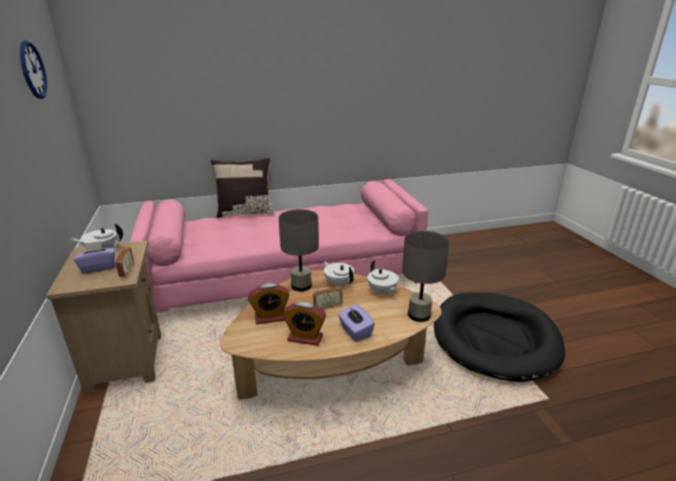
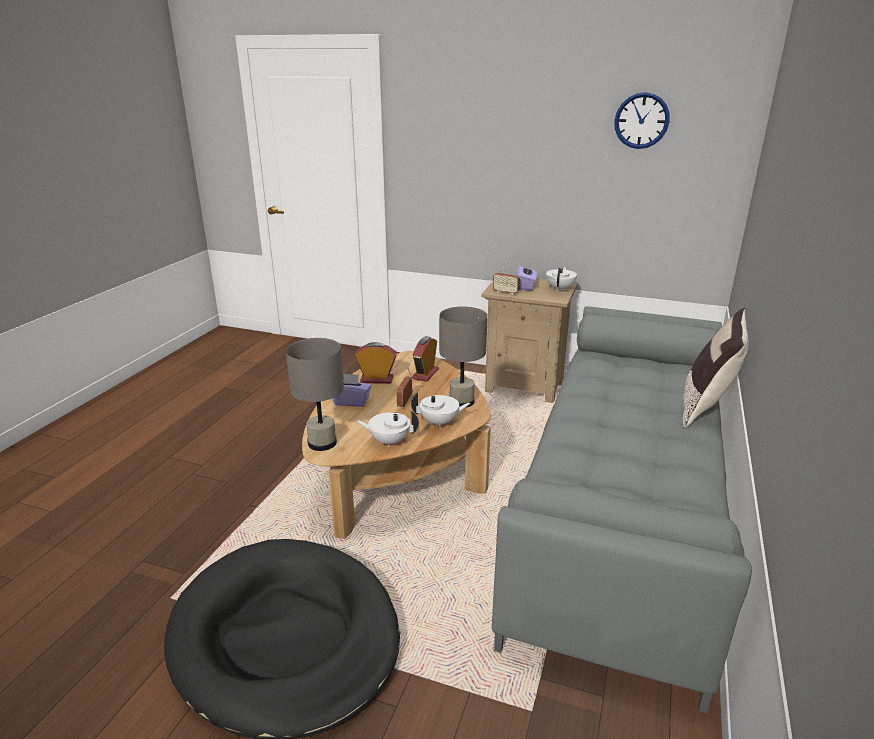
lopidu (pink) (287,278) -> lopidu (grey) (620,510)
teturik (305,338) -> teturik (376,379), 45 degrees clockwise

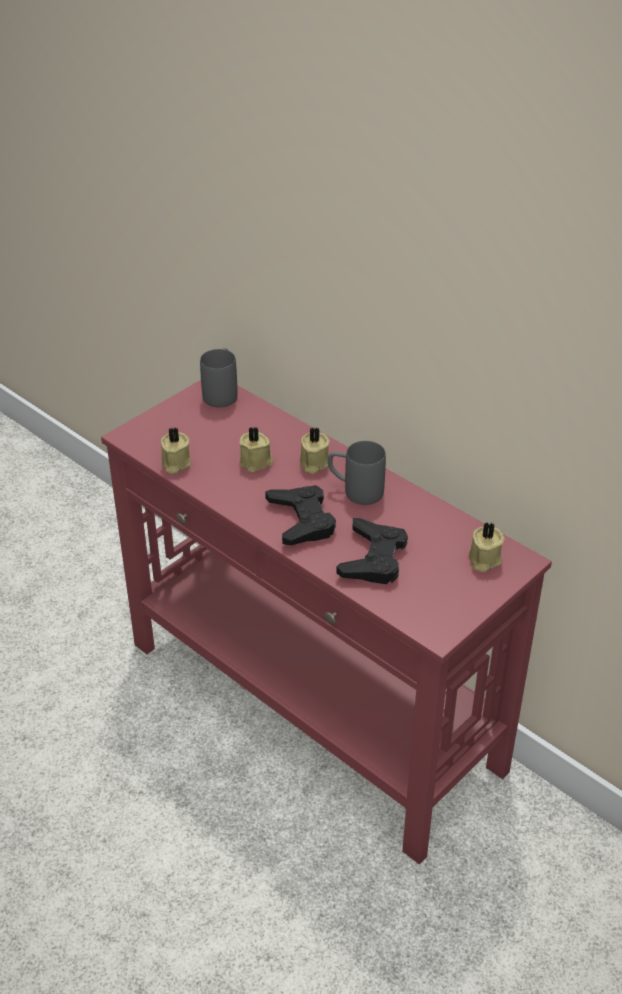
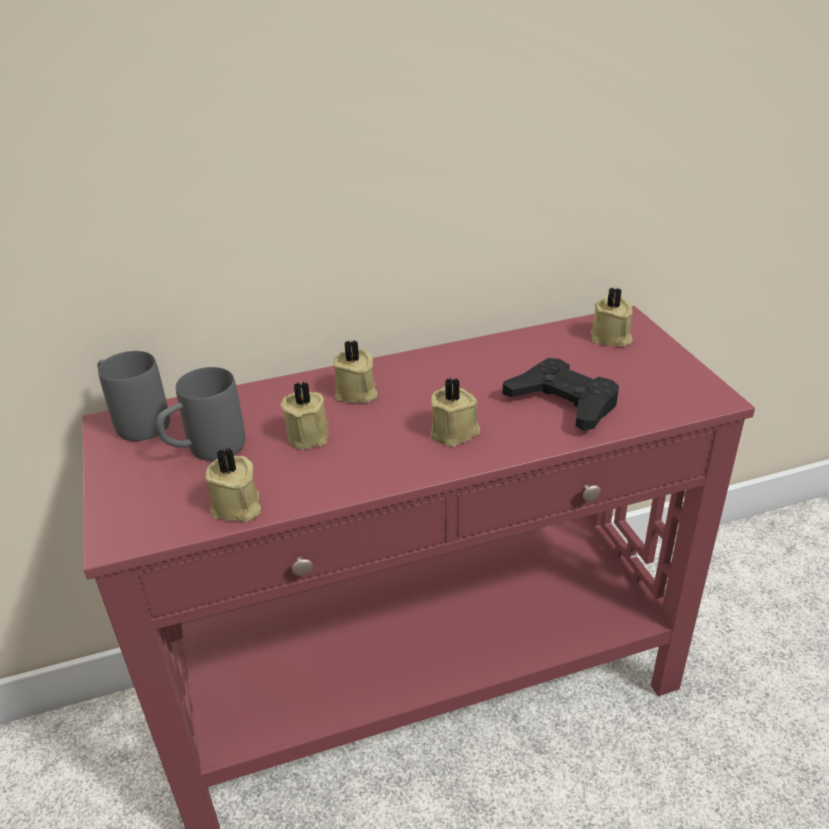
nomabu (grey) (355,491) -> nomabu (grey) (205,450), move
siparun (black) (301,520) -> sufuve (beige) (455,432)

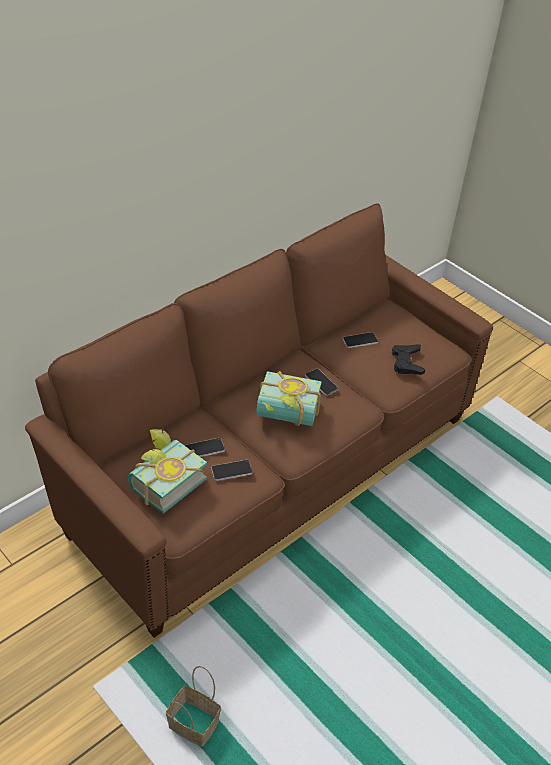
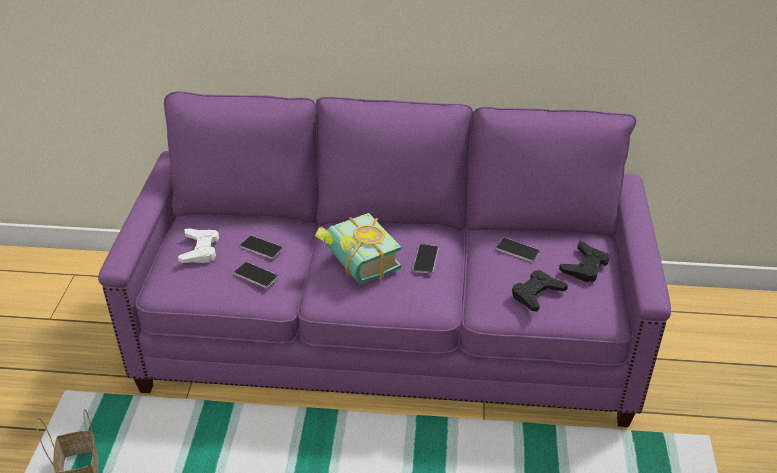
none -> siparun (black) (584,266)
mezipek (163,481) -> siparun (white) (200,249)
lopidu (brown) (269,466) -> lopidu (purple) (390,339)

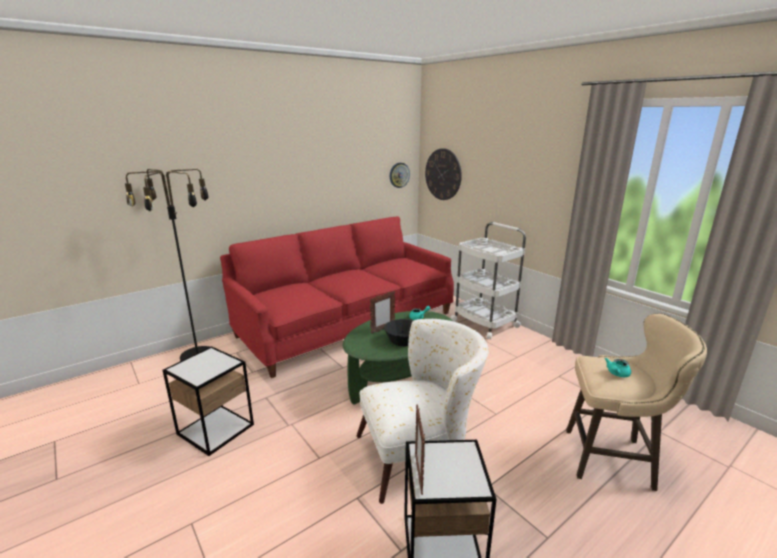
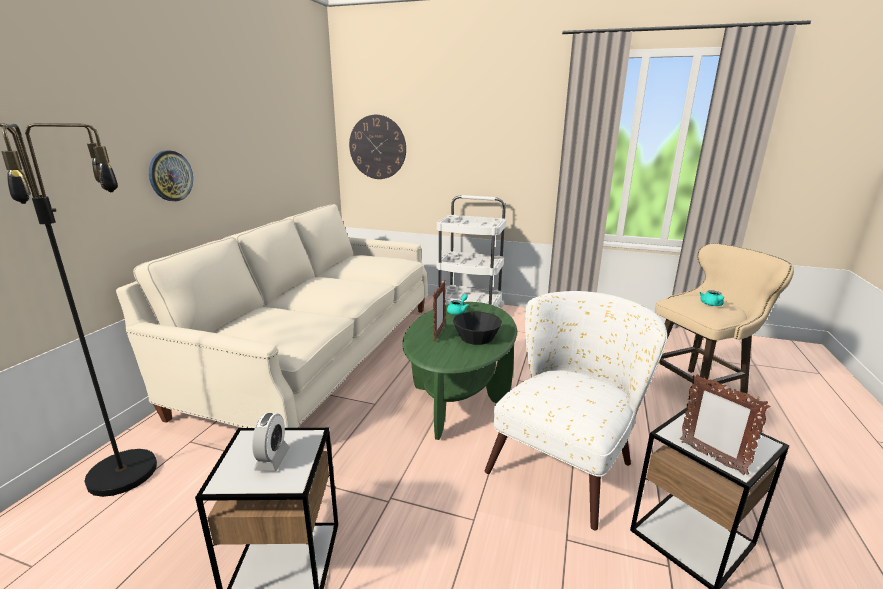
none -> teturik (272,459)
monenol (399,175) -> monenol (170,176), move
lopidu (red) (346,323) -> lopidu (beige) (318,353)

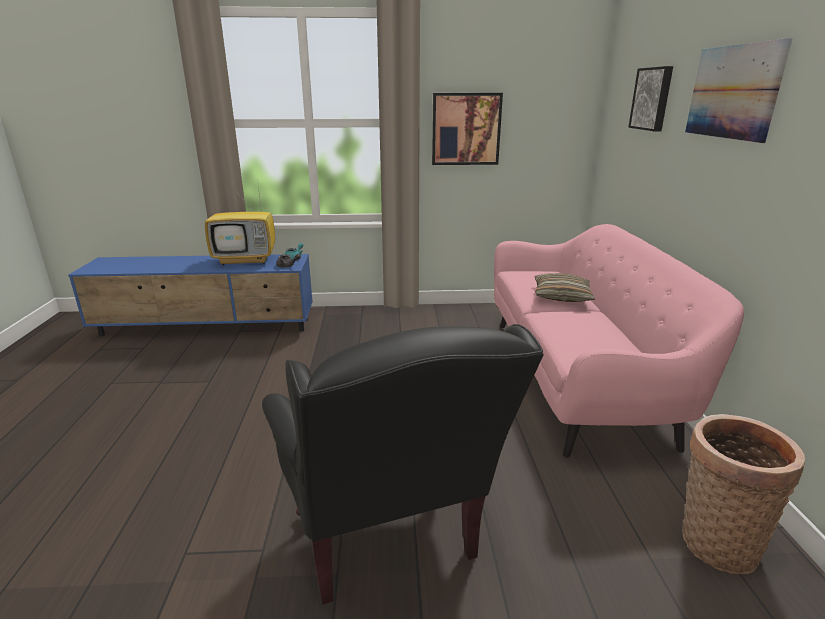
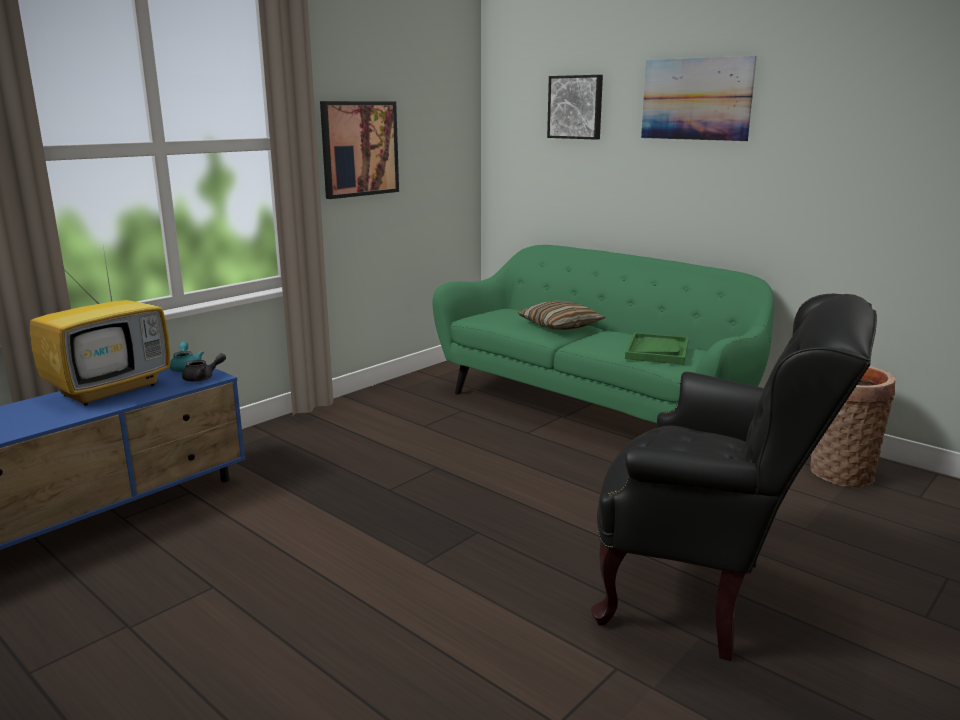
none -> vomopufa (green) (657,351)
lopidu (pink) (576,376) -> lopidu (green) (592,410)

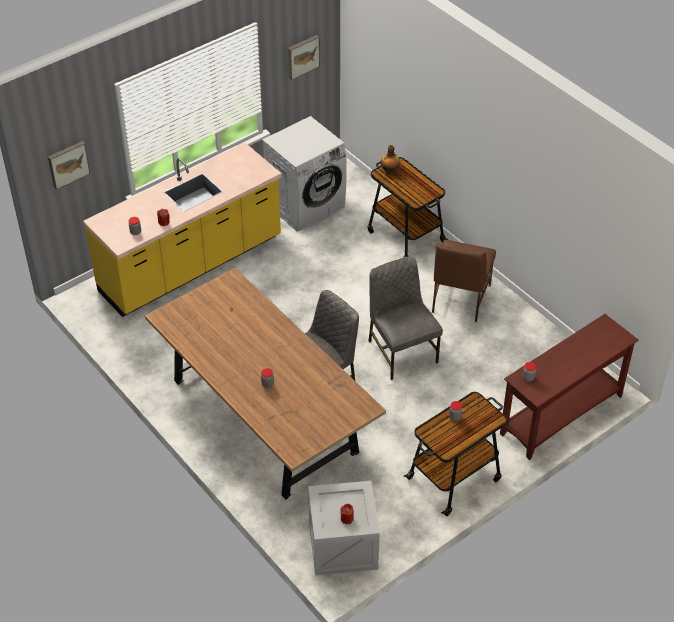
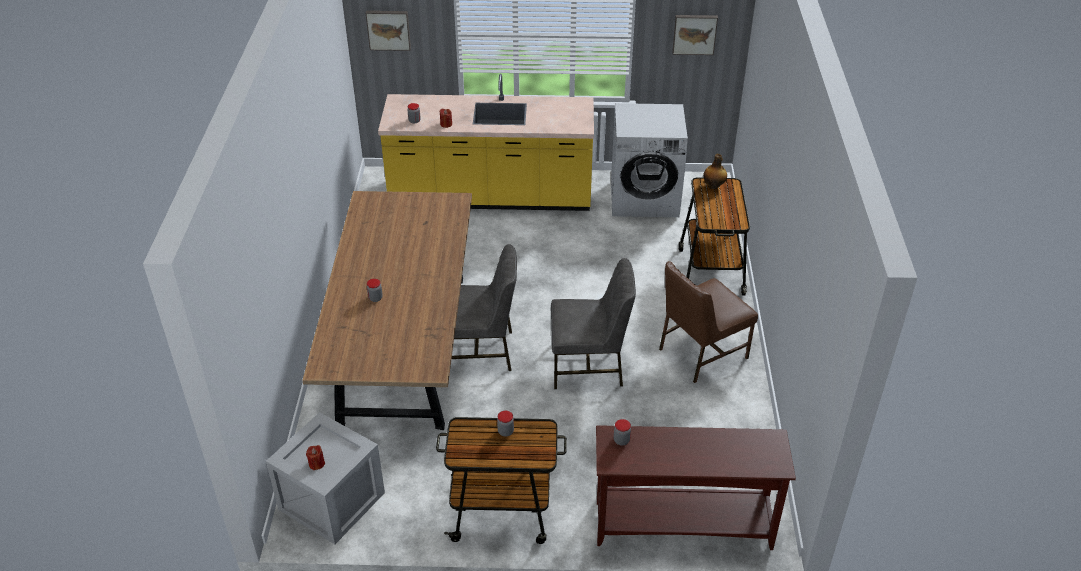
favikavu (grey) (401,351) -> favikavu (grey) (589,366), 75 degrees clockwise

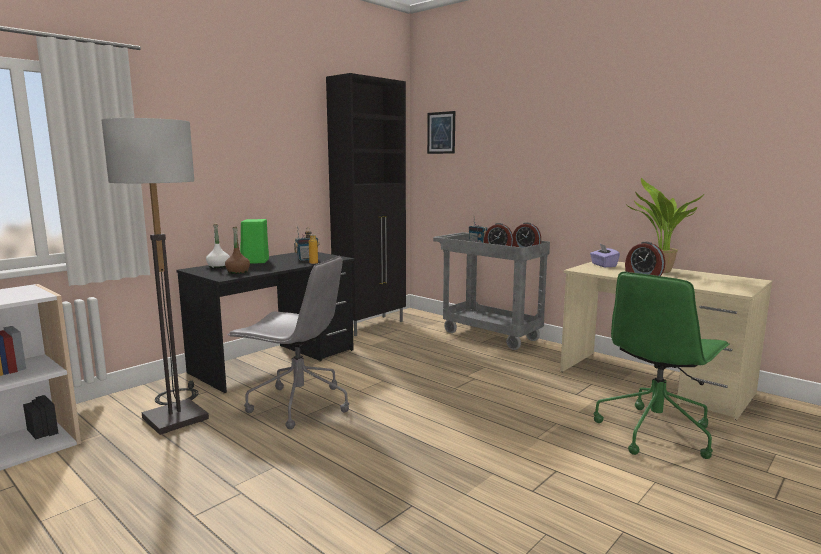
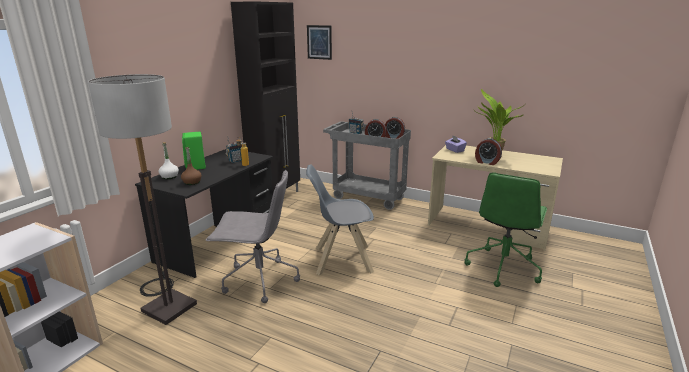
none -> favikavu (grey) (341,260)

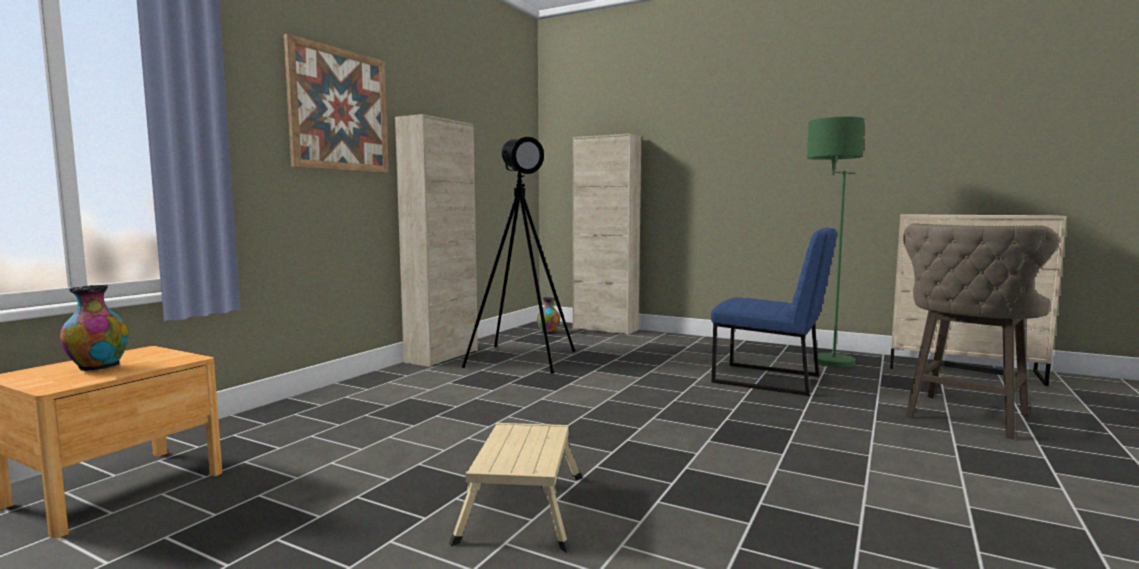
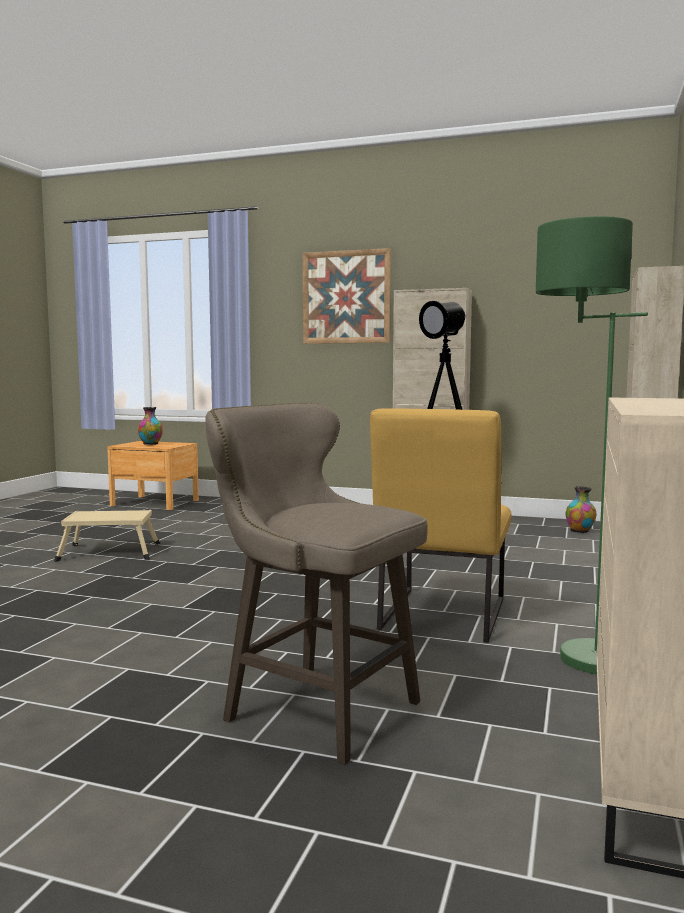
favikavu (blue) (770,380) -> favikavu (yellow) (441,615)

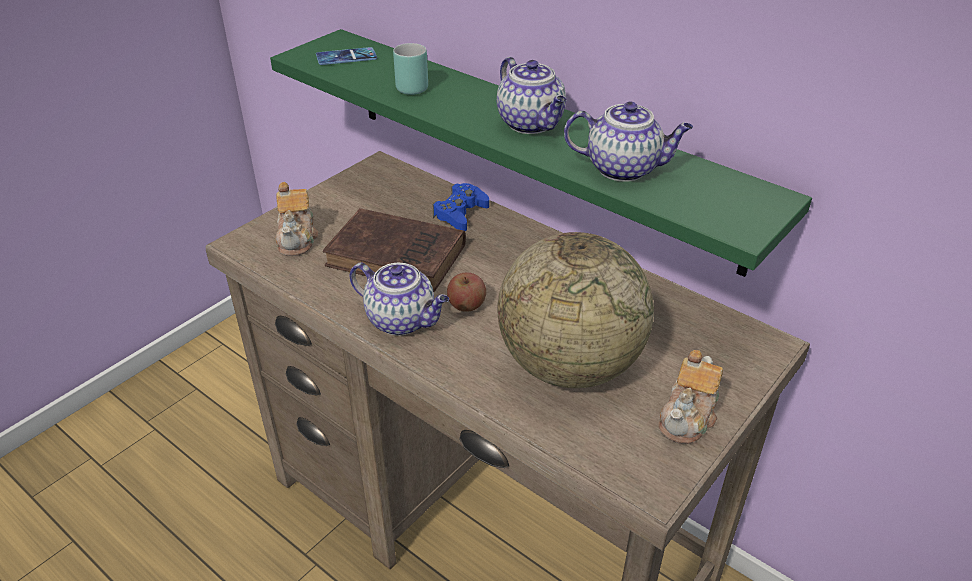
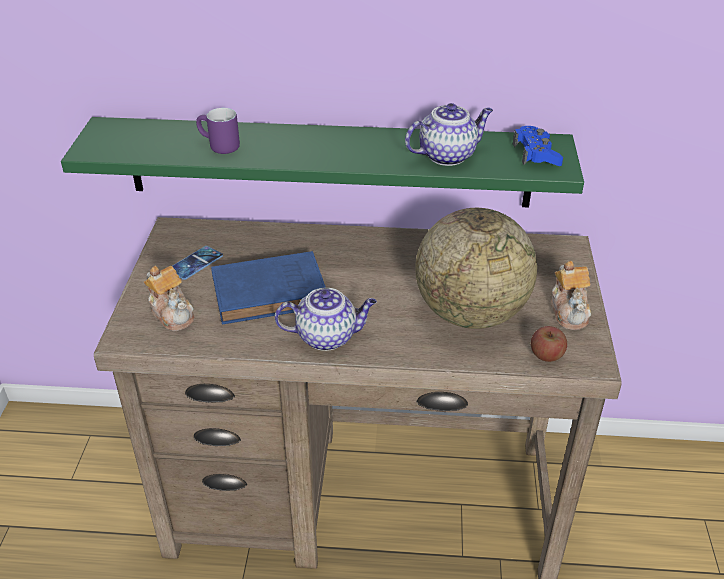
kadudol (532,124) -> none
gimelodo (346,57) -> gimelodo (195,263), move
siparun (blue) (460,213) -> siparun (blue) (536,154), move
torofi (466,305) -> torofi (546,355), move
mezipek (brown) (400,256) -> mezipek (blue) (272,292)
nomabu (turquoise) (406,86) -> nomabu (purple) (218,147)

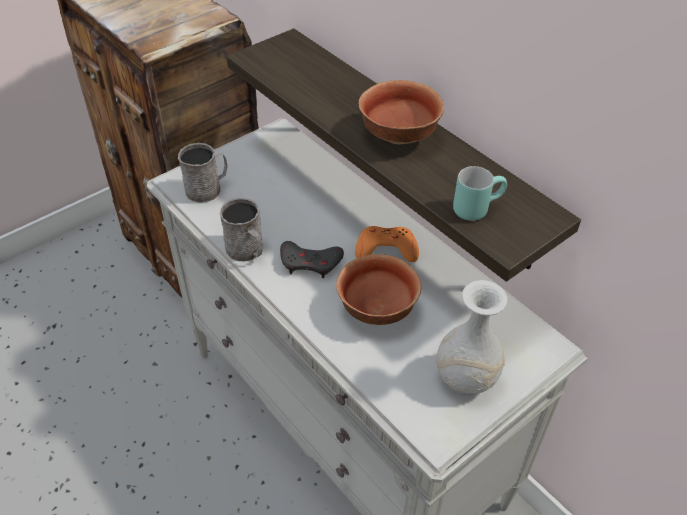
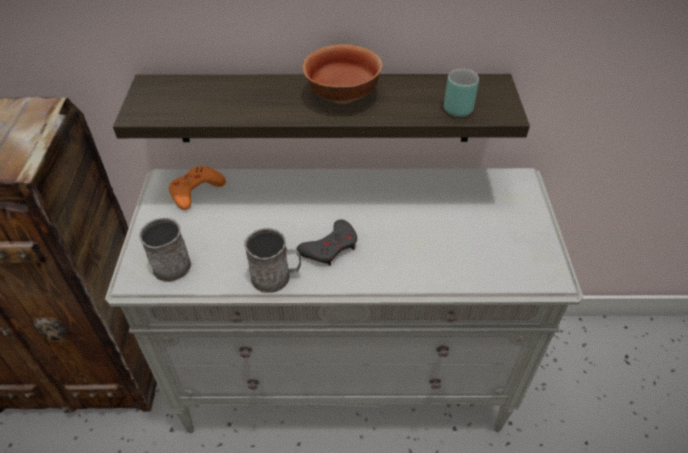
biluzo (376,310) -> none
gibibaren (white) (465,379) -> none
siparun (orange) (386,249) -> siparun (orange) (196,190), move

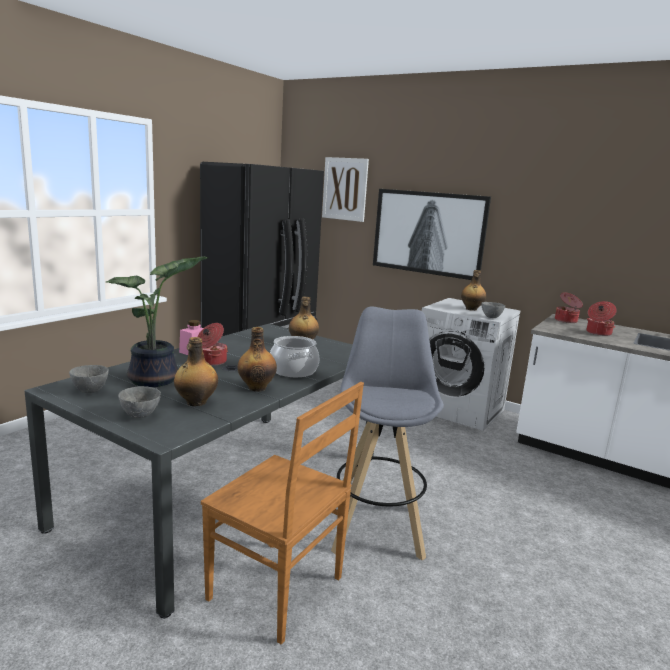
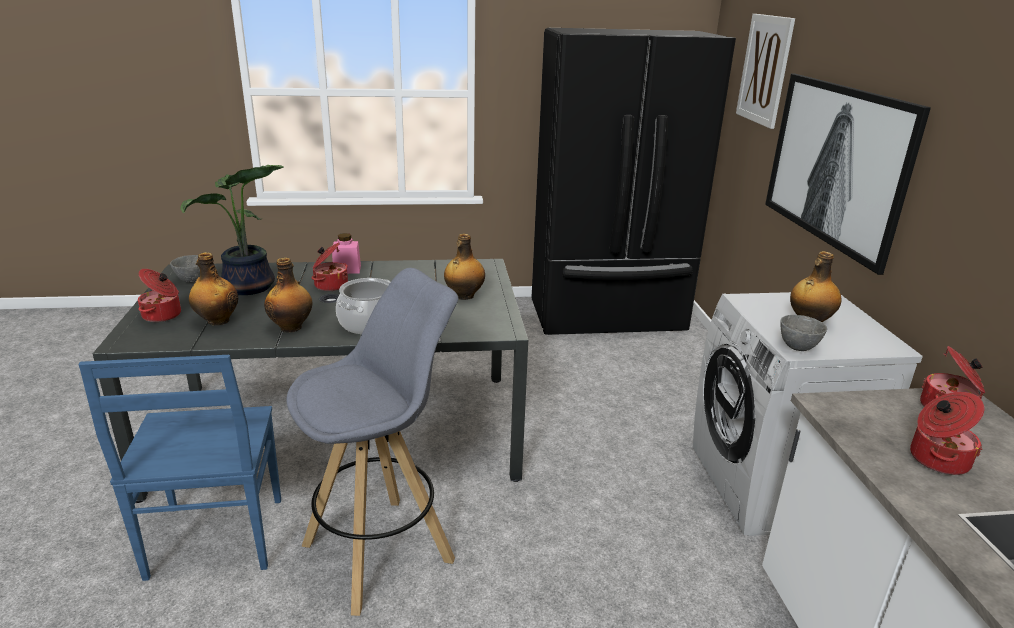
biluzo (grey) (140,415) -> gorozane (163,315)
favikavu (brown) (279,590) -> favikavu (blue) (215,540)

